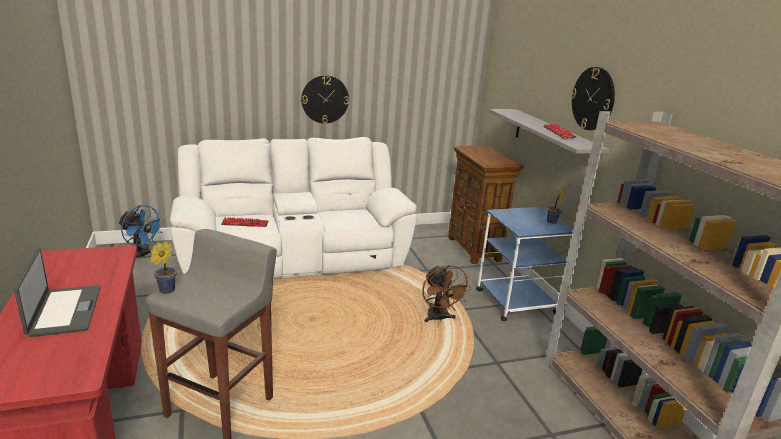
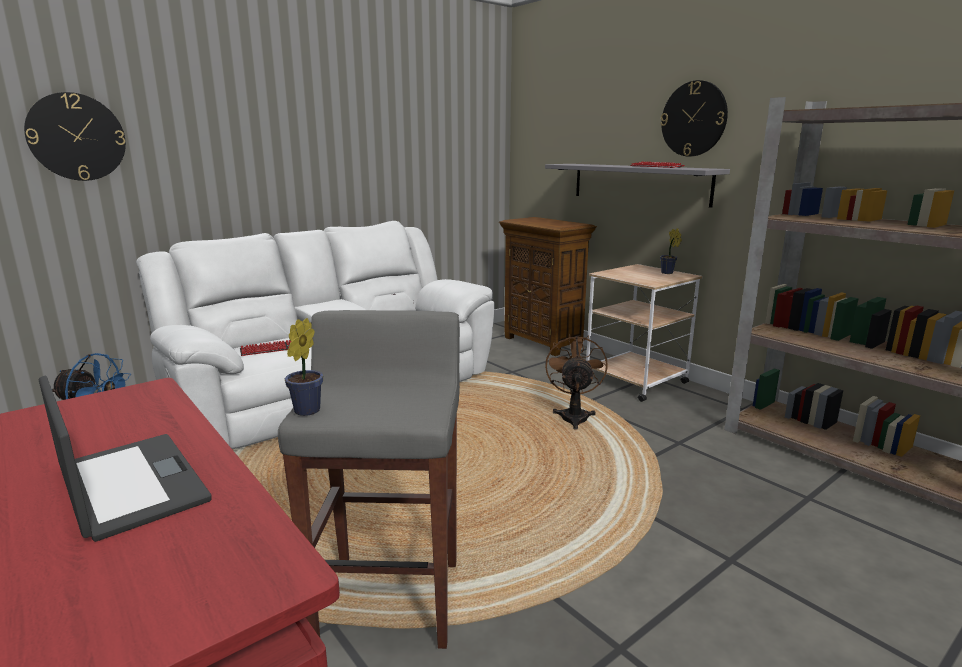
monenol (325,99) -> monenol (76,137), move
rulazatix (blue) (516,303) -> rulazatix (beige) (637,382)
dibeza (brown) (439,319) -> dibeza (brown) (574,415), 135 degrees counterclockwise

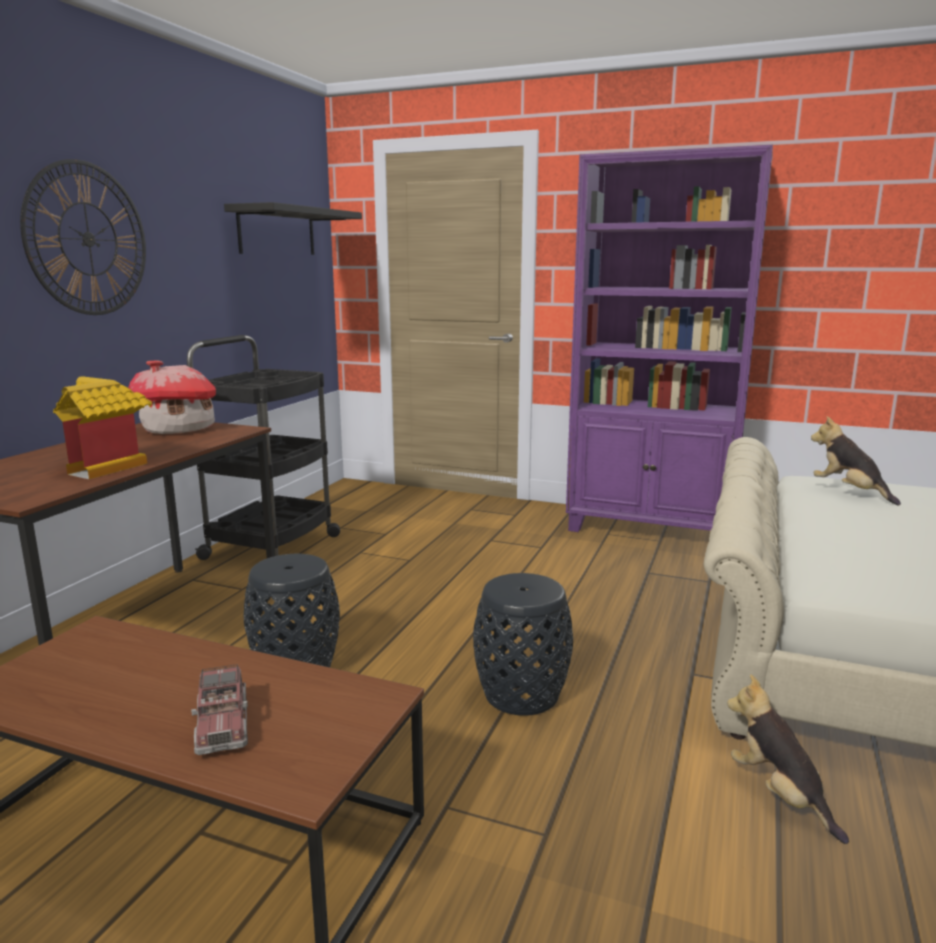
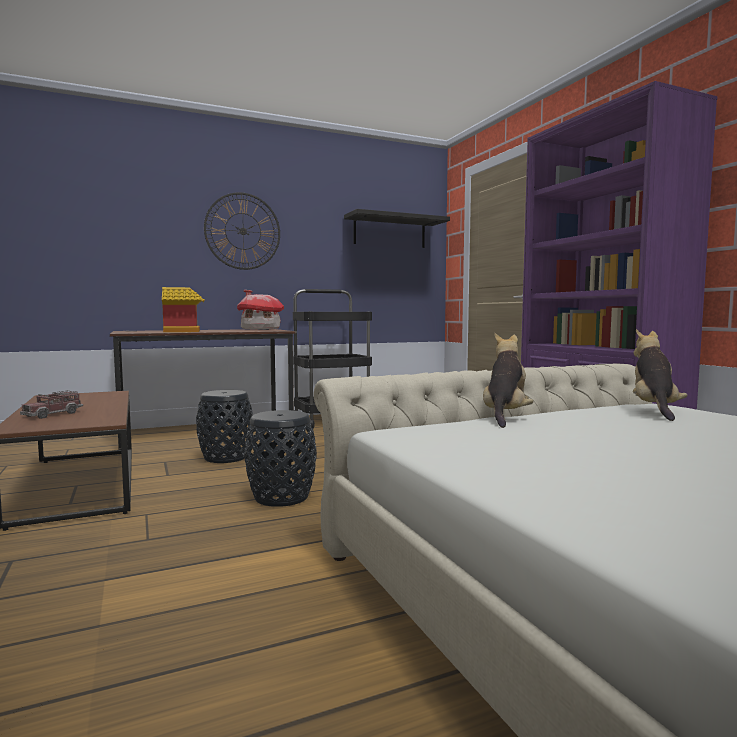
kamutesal (779,794) -> kamutesal (505,416), move

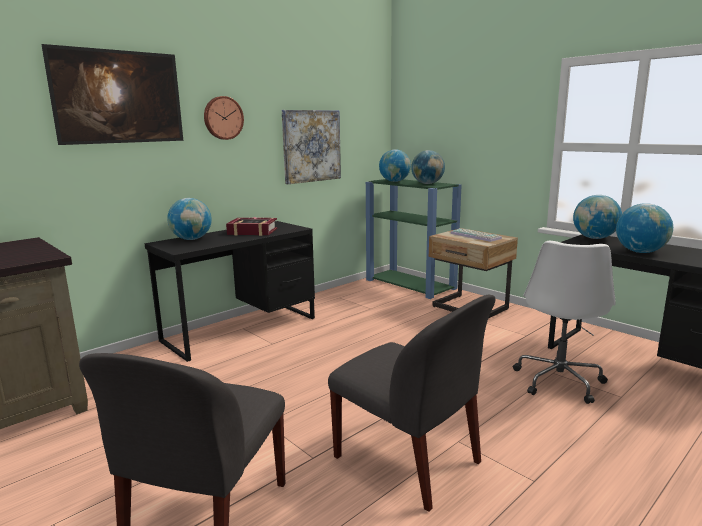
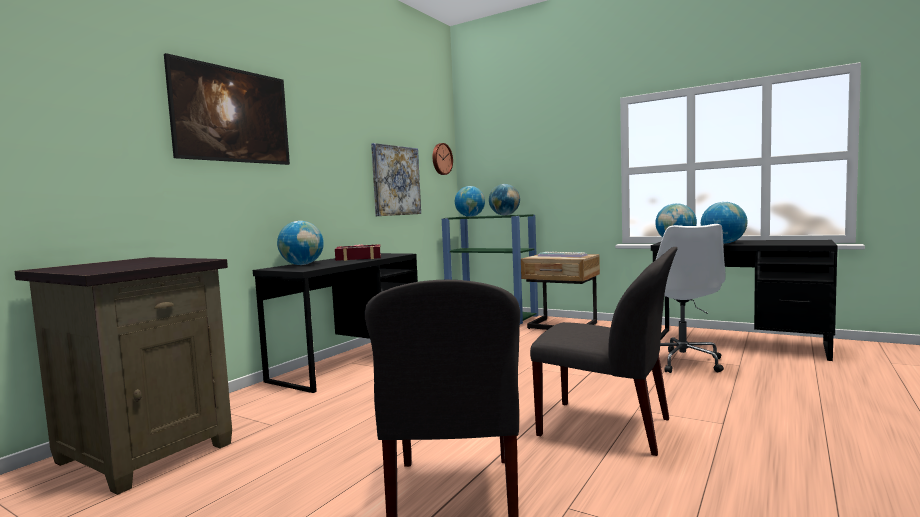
monenol (223,118) -> monenol (441,159), move

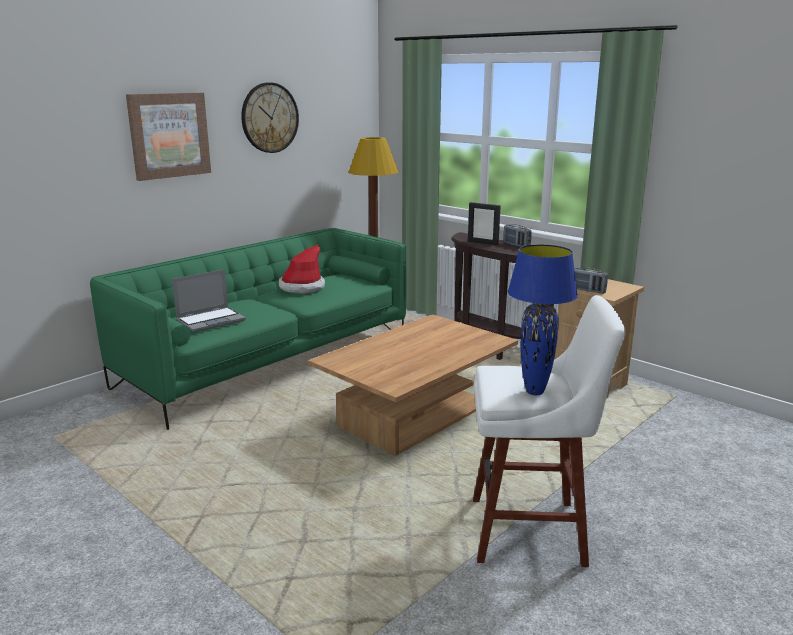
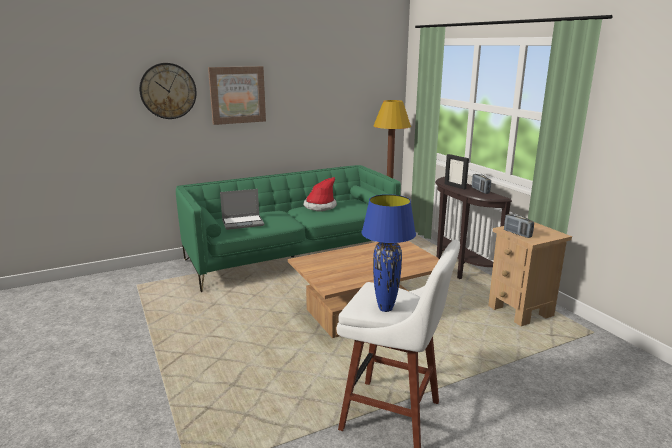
monenol (269,118) -> monenol (168,91), move

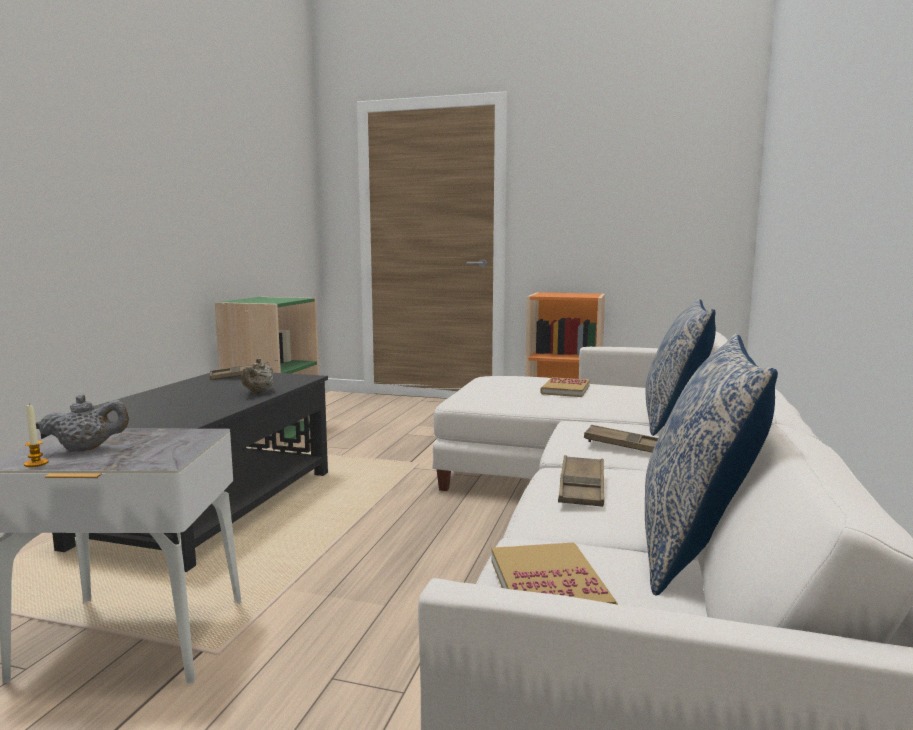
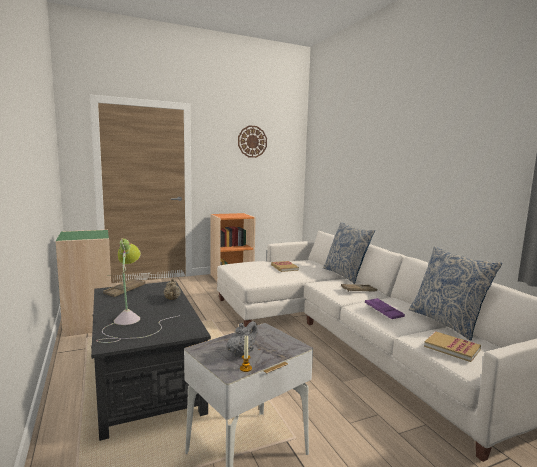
none -> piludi (130,323)
none -> monenol (252,141)
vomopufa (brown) (582,488) -> vomopufa (purple) (383,311)

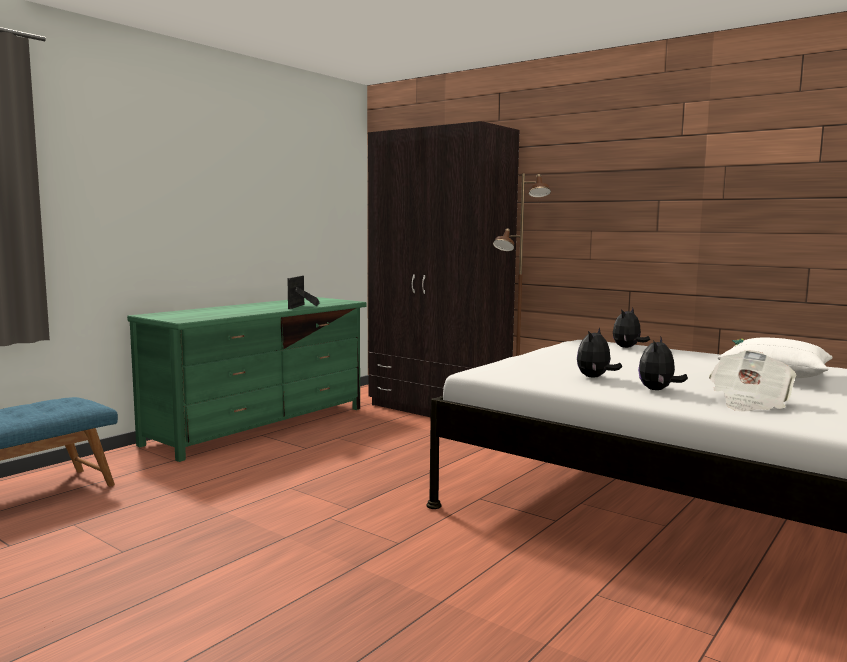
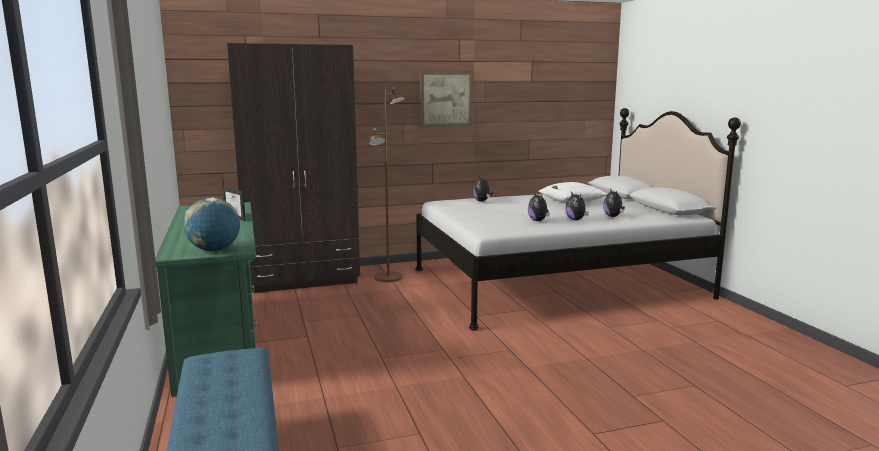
none -> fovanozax (214,250)
none -> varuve (446,99)
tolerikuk (749,403) -> kamutesal (613,216)

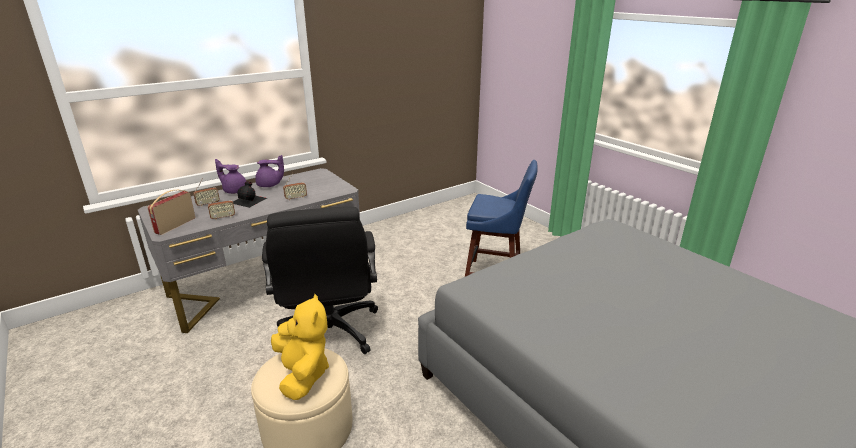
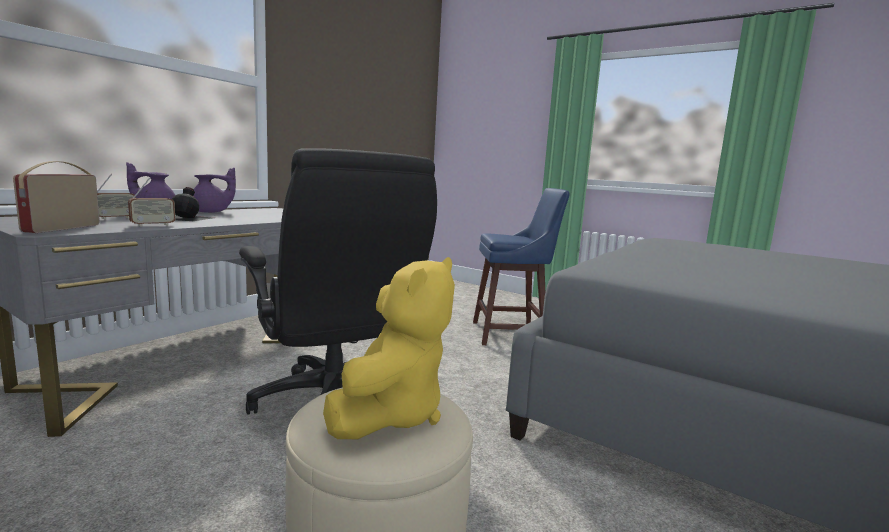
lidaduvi (296,198) -> none
kamutesal (yellow) (302,374) -> kamutesal (yellow) (390,414), 60 degrees clockwise

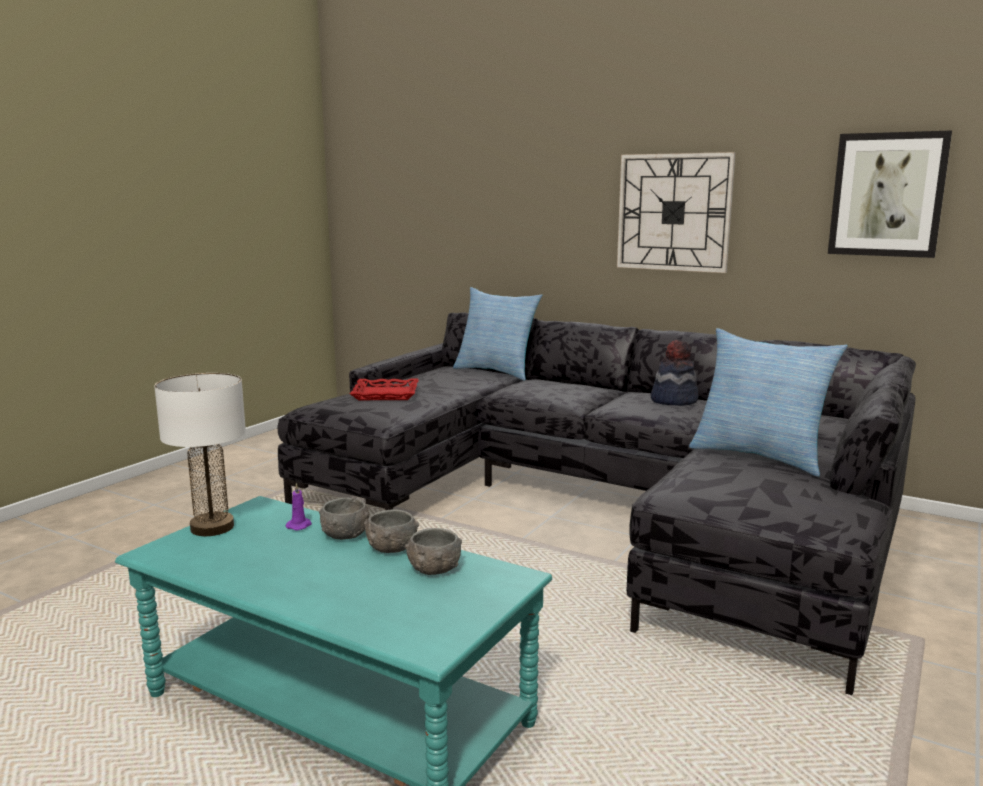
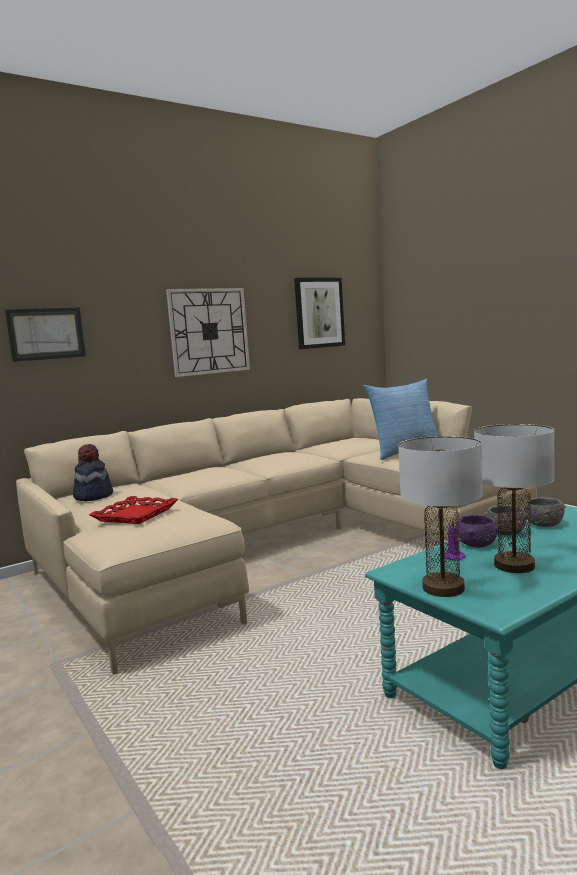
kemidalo (496,371) -> none
none -> varuve (46,334)
none -> piludi (514,565)
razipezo (673,400) -> razipezo (93,496), move
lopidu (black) (603,507) -> lopidu (beige) (277,545)
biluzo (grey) (345,534) -> biluzo (purple) (476,544)

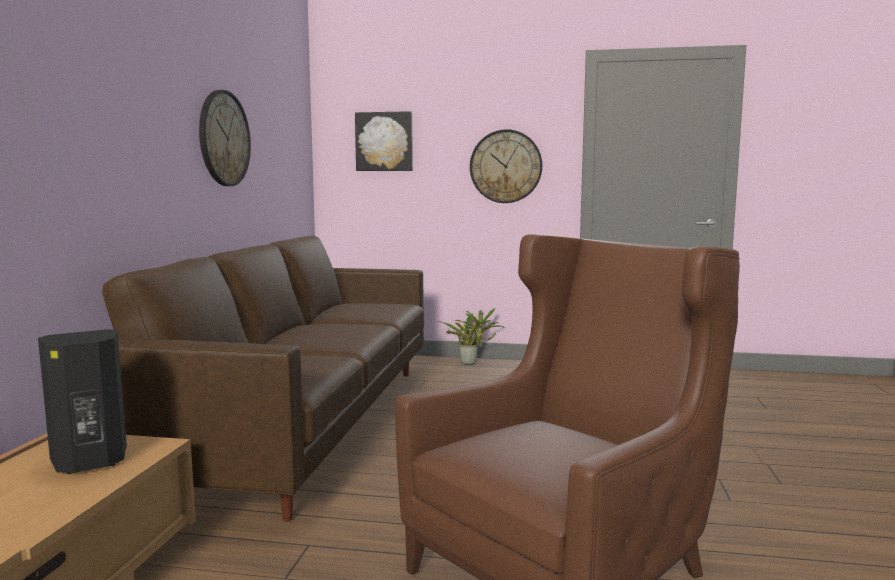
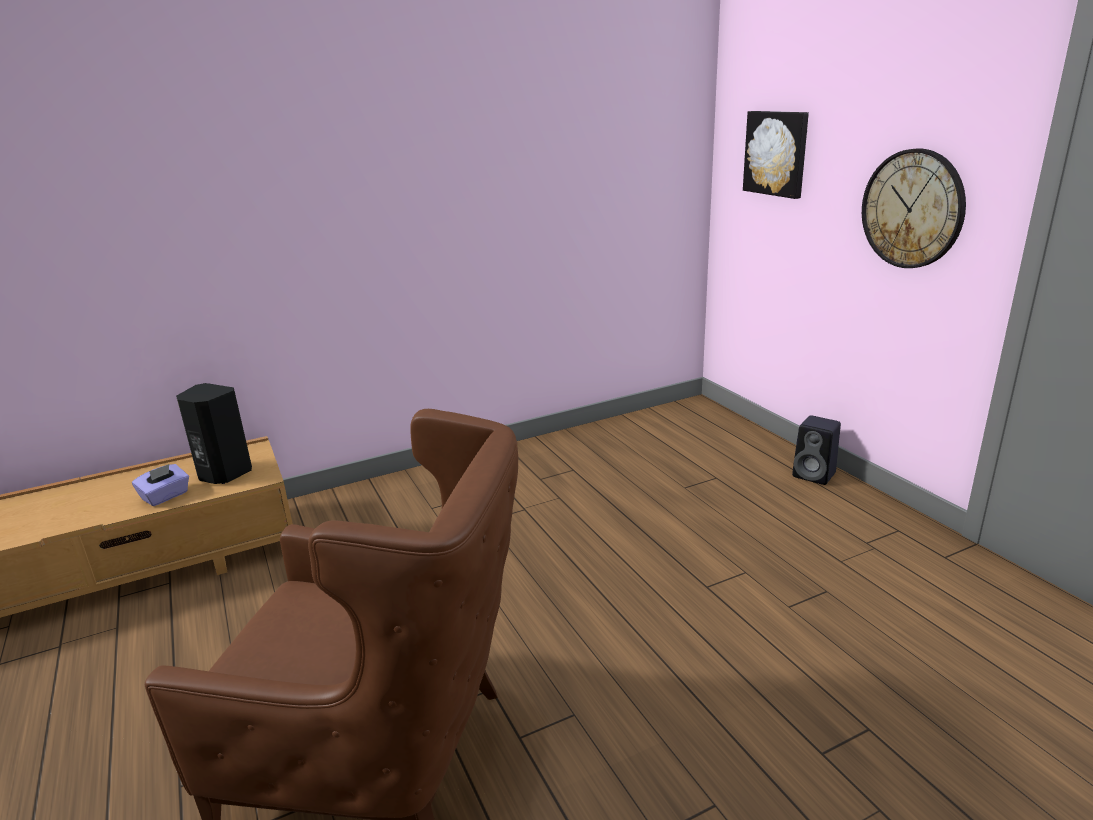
lopidu (brown) (301,424) -> none
monenol (224,138) -> none
none -> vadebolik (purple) (166,496)
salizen (471,363) -> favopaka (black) (815,475)

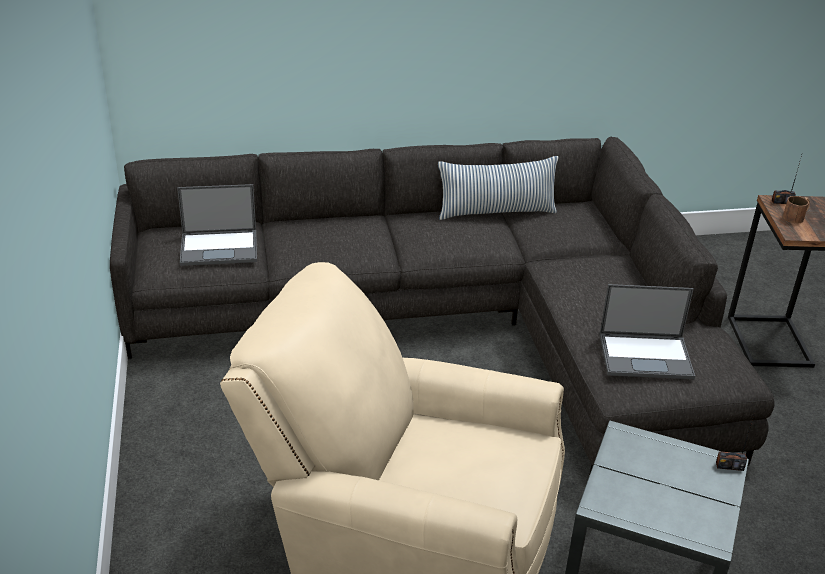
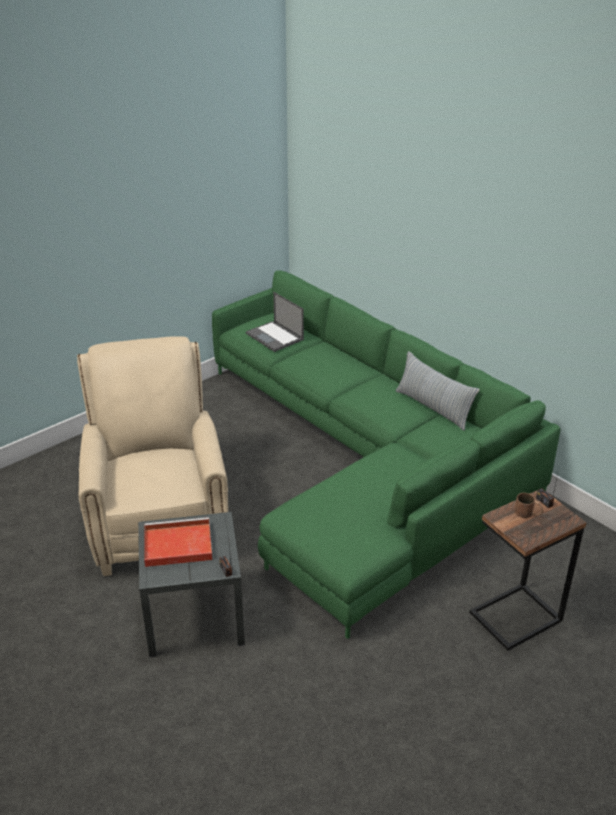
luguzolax (646,356) -> none
none -> vomopufa (red) (176,545)
lopidu (grey) (454,325) -> lopidu (green) (365,463)

